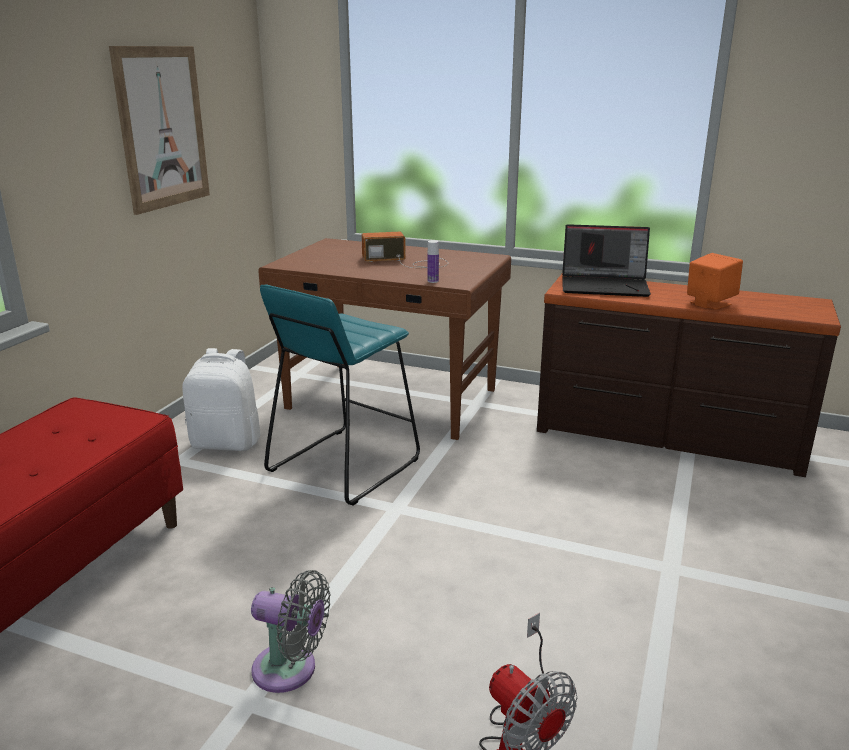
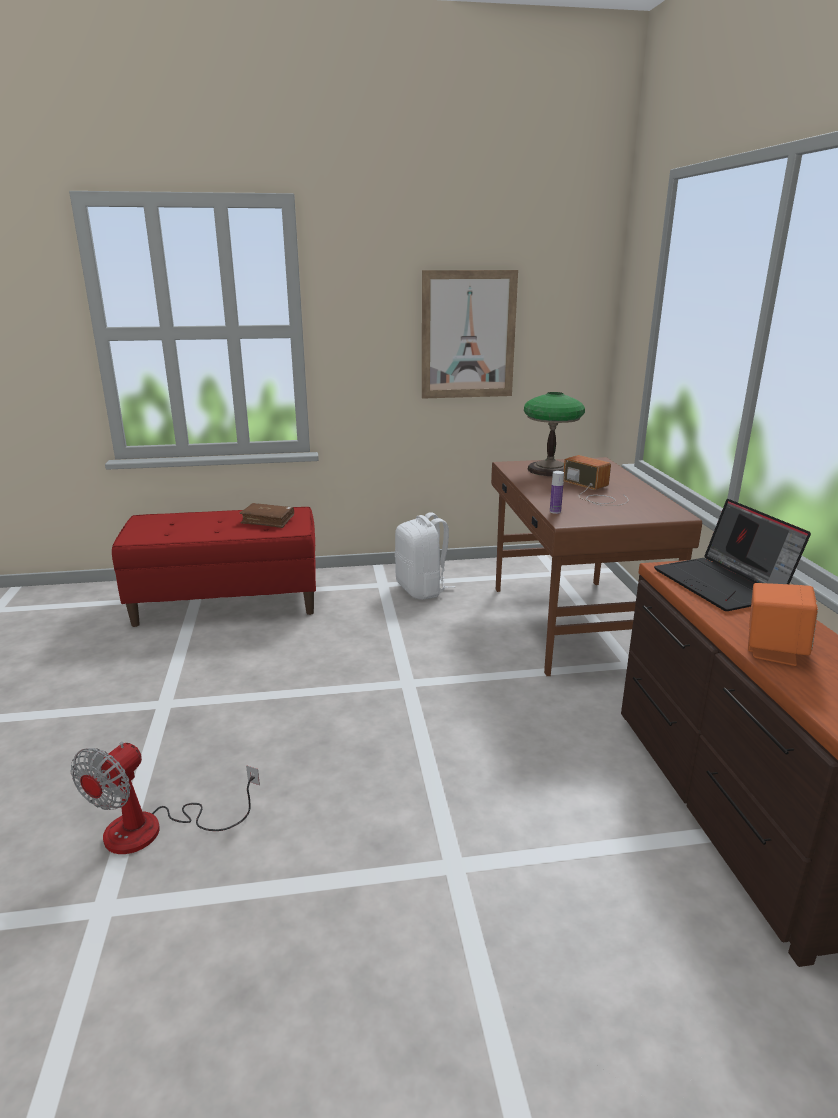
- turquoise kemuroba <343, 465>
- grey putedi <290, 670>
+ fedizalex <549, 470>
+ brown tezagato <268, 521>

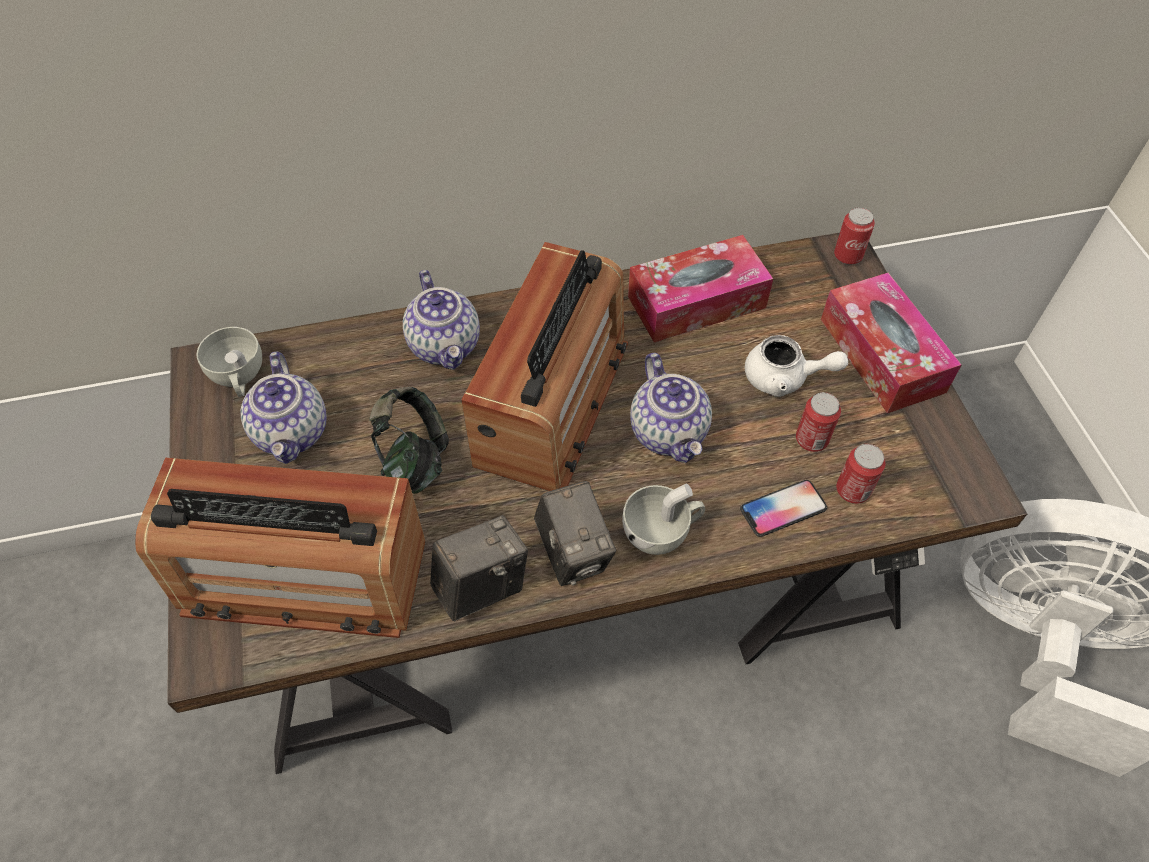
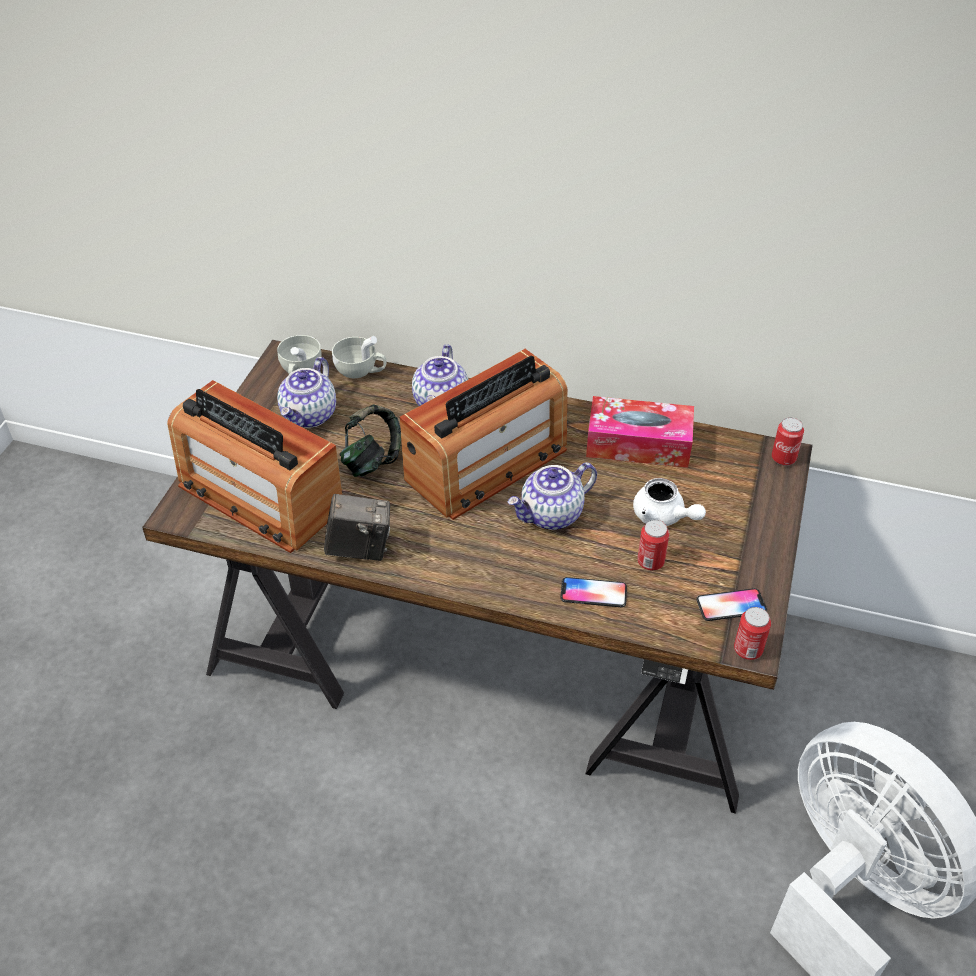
- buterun <881, 355>
~ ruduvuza <669, 432> = <551, 515> 45 degrees clockwise
~ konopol <852, 490> to <748, 650>
- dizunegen <573, 553>
~ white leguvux <662, 532> to <360, 371>
+ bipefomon <731, 606>

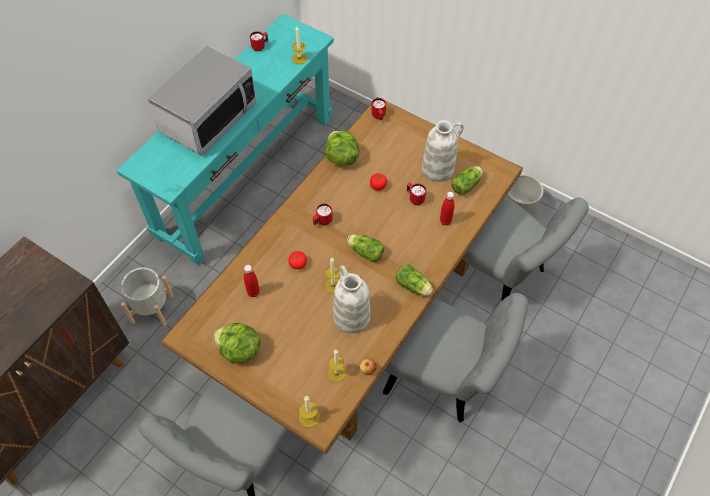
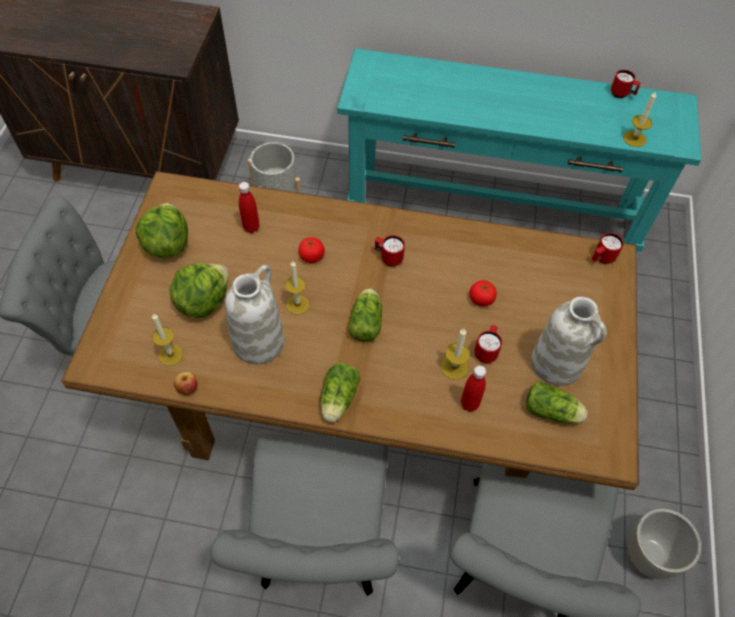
- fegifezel <208, 118>
~ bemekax <341, 158> to <203, 301>
~ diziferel <309, 417> to <454, 367>

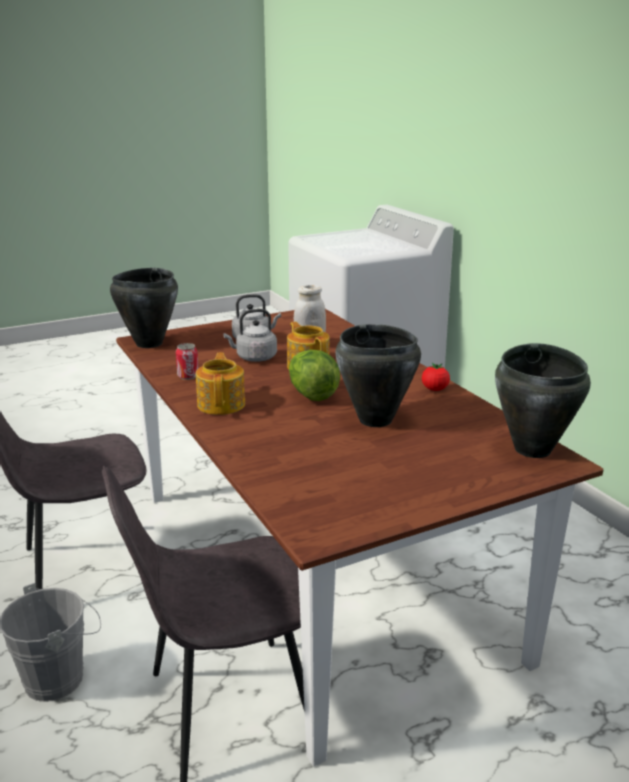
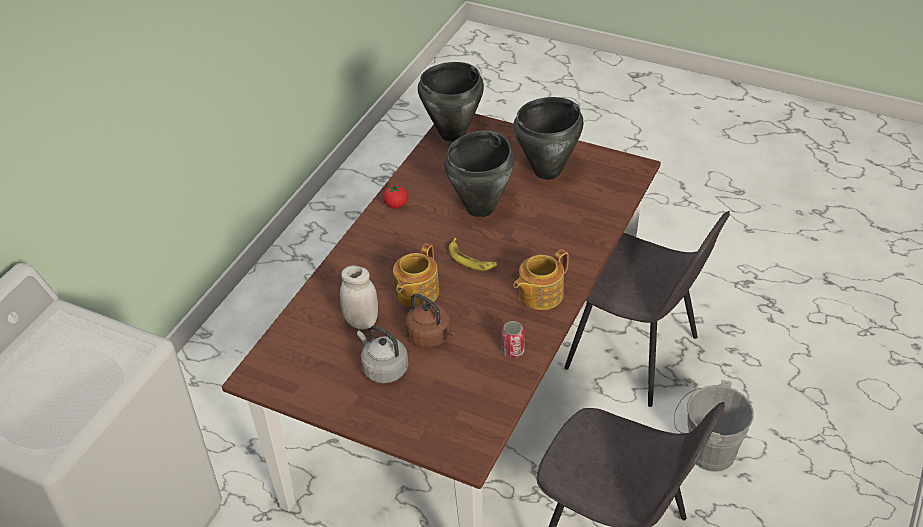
~ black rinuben <148, 343> to <548, 171>
~ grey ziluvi <254, 358> to brown ziluvi <431, 337>
~ bemekax <312, 394> to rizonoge <471, 259>

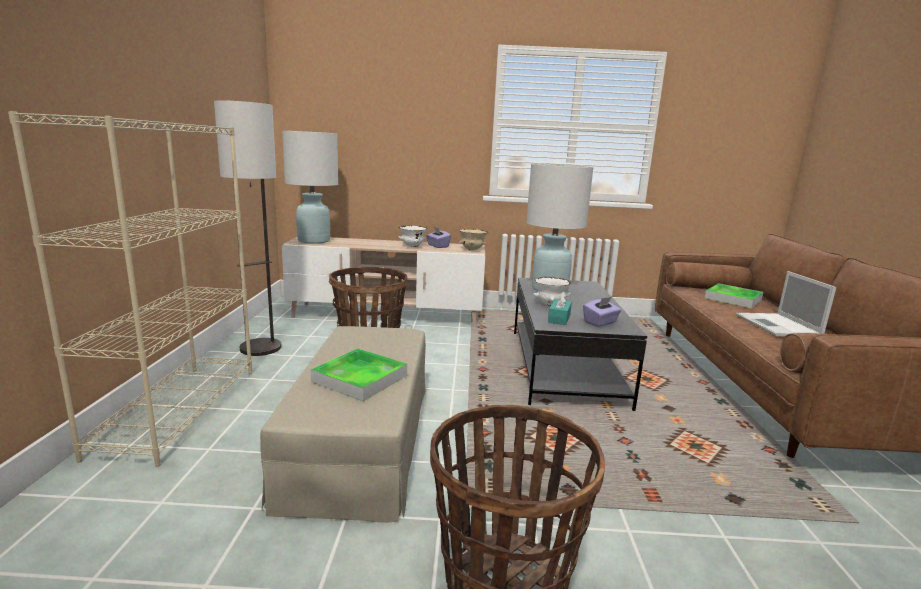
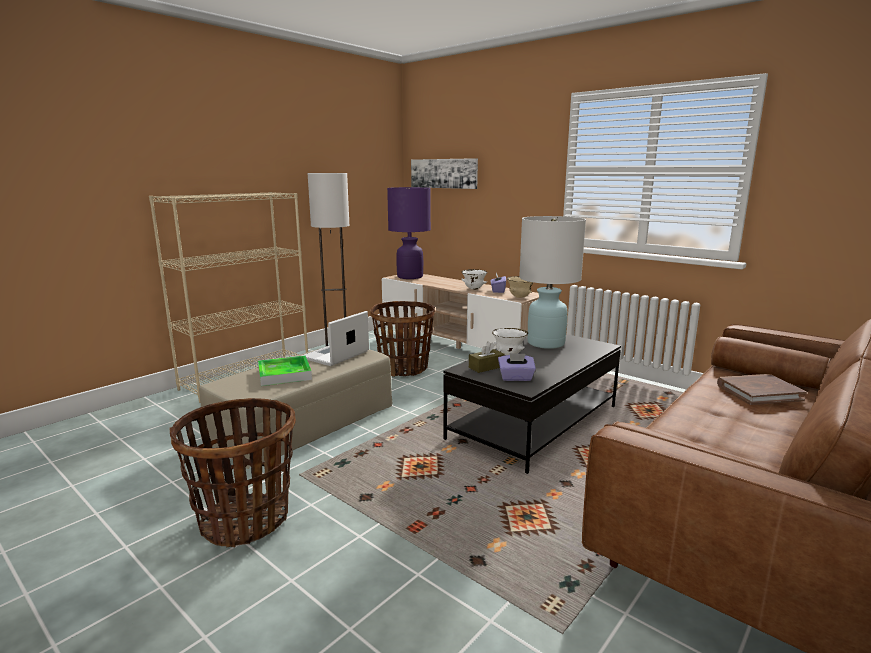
~ white fedizalex <314, 241> to purple fedizalex <410, 277>
~ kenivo <778, 326> to <335, 355>
~ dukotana <733, 299> to brown tezagato <758, 392>
~ turquoise buterun <559, 318> to brown buterun <486, 367>
+ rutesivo <444, 173>

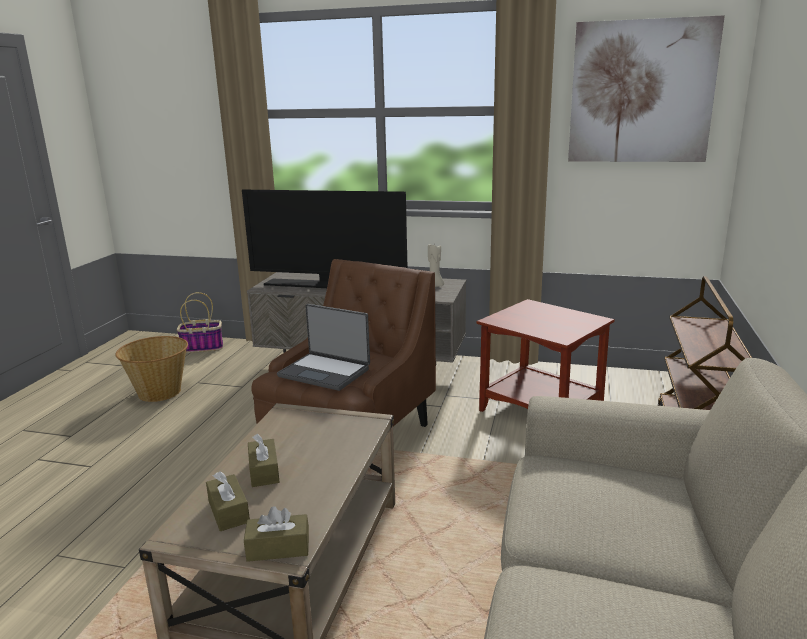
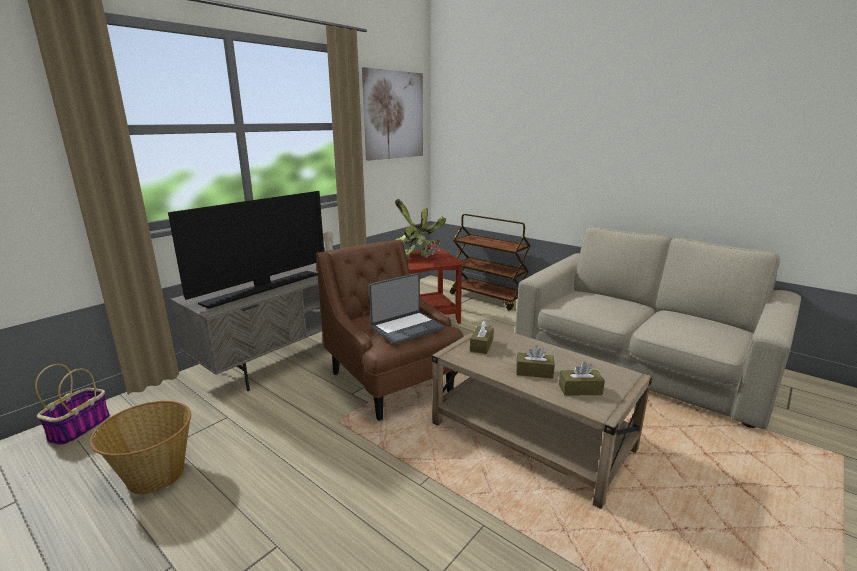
~ brown buterun <278, 548> to <481, 345>
+ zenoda <420, 255>

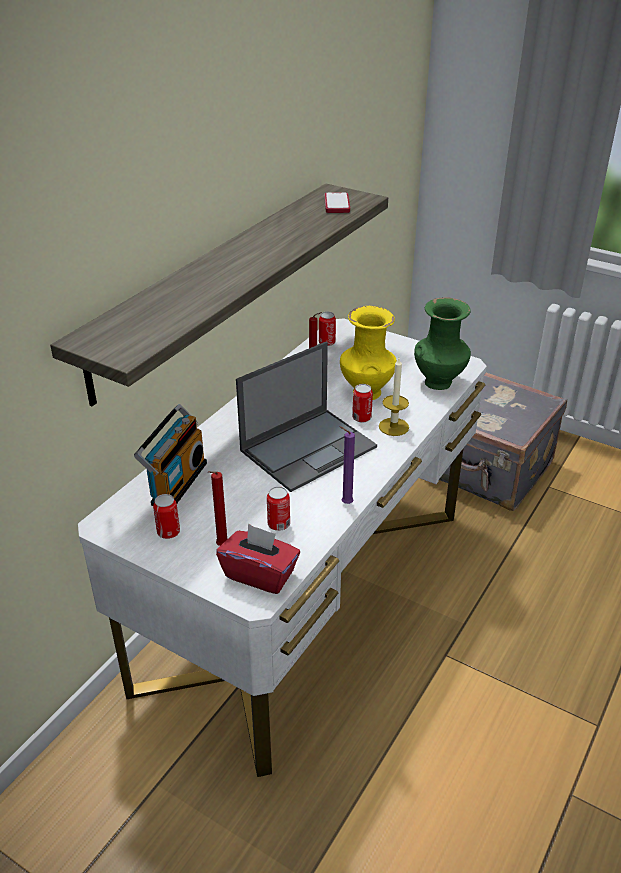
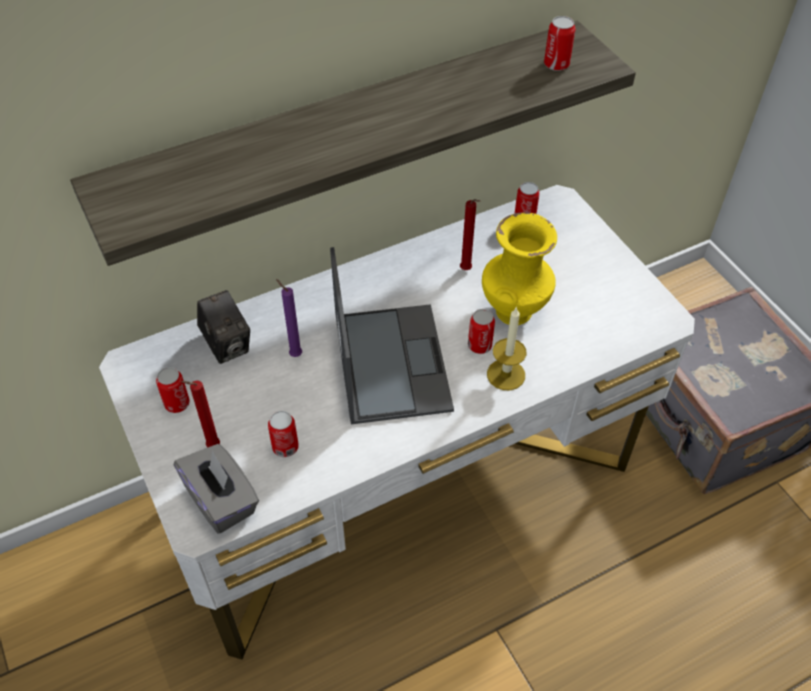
~ bipefomon <337, 204> to konopol <556, 64>
- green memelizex <439, 382>
~ kenivo <309, 448> = <391, 361> 90 degrees counterclockwise
~ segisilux <176, 482> to dizunegen <227, 344>
~ purple diziferel <345, 503> to <294, 354>
~ red buterun <260, 574> to grey buterun <222, 500>

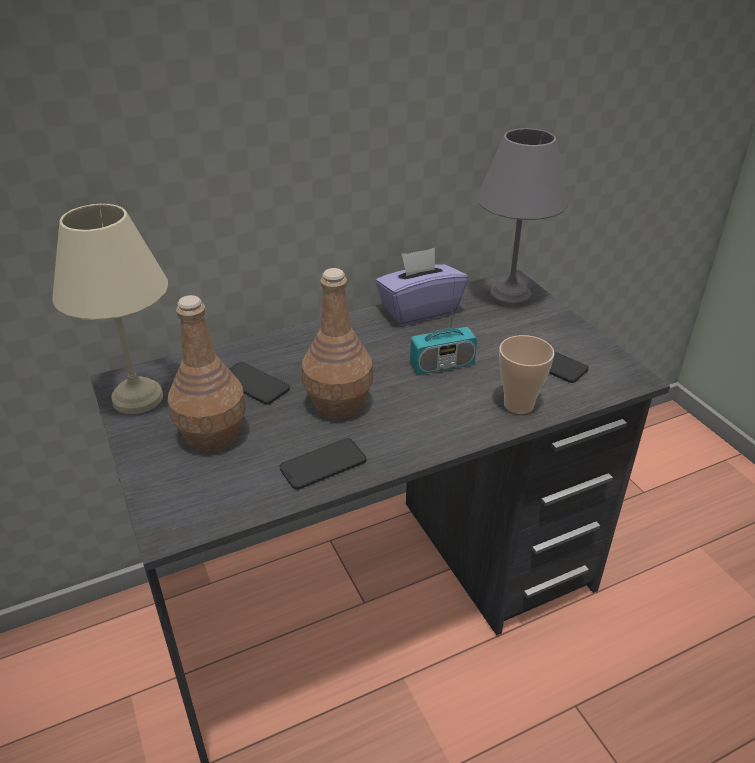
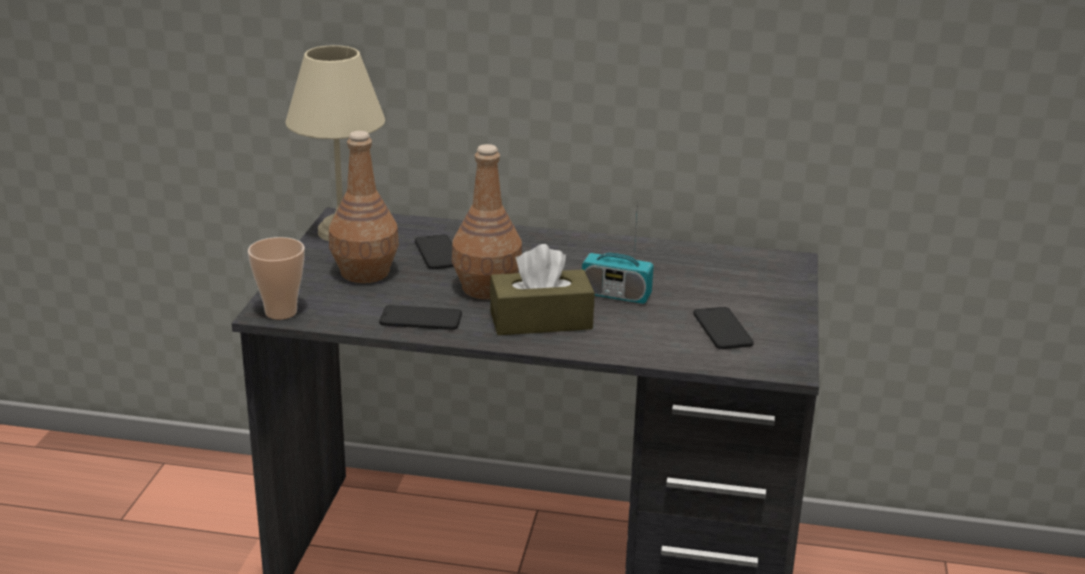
- grey fedizalex <510, 298>
- purple buterun <419, 310>
~ leguvux <518, 405> to <281, 312>
+ brown buterun <541, 320>

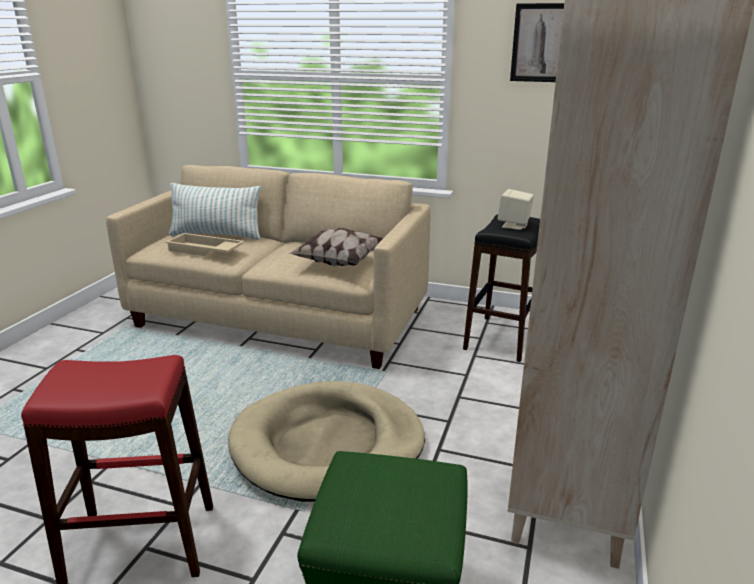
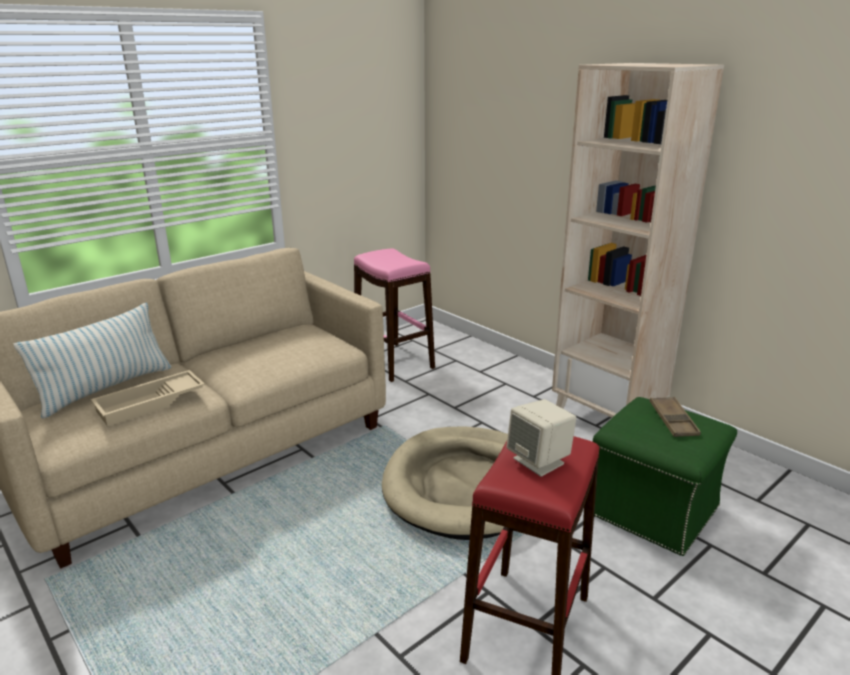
- rutesivo <539, 43>
~ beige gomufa <514, 225> to <539, 461>
~ black kemuroba <502, 338> to pink kemuroba <394, 362>
- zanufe <339, 262>
+ brown dukotana <673, 421>

